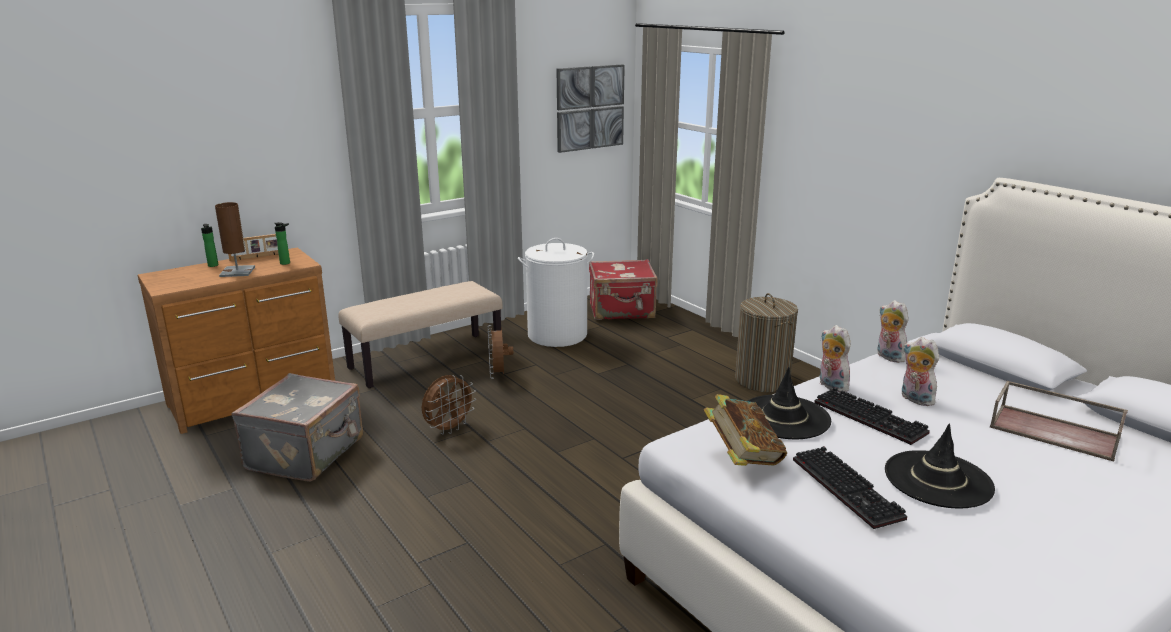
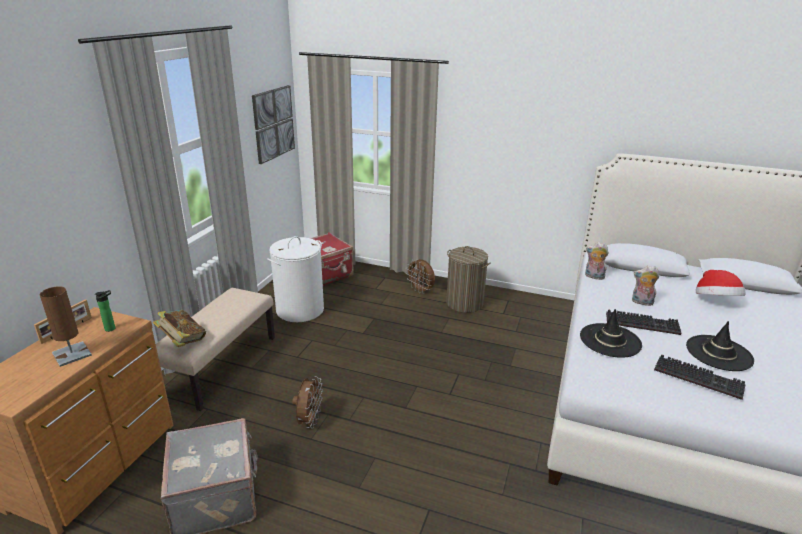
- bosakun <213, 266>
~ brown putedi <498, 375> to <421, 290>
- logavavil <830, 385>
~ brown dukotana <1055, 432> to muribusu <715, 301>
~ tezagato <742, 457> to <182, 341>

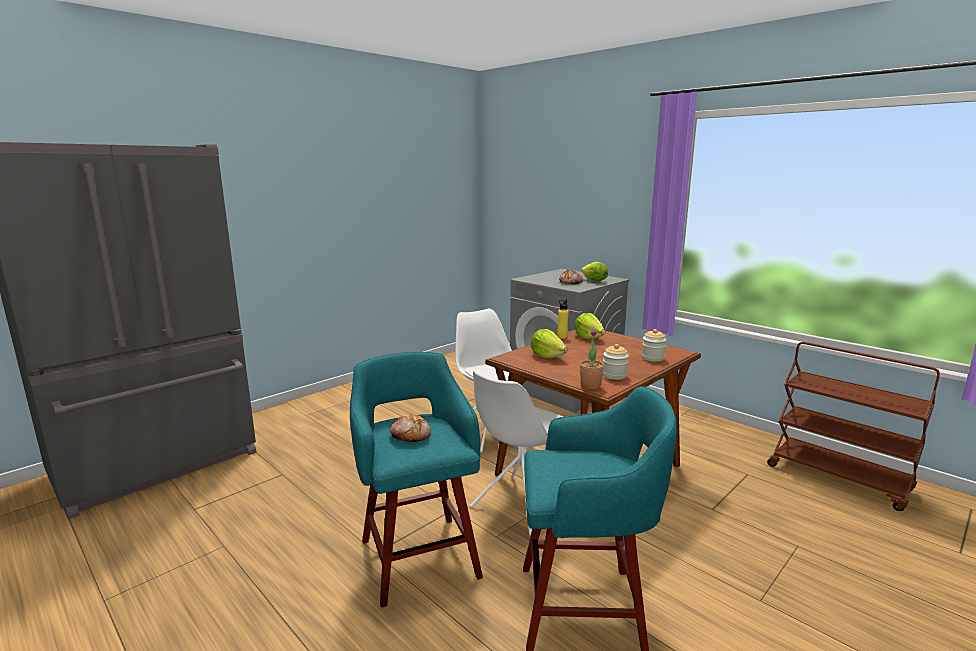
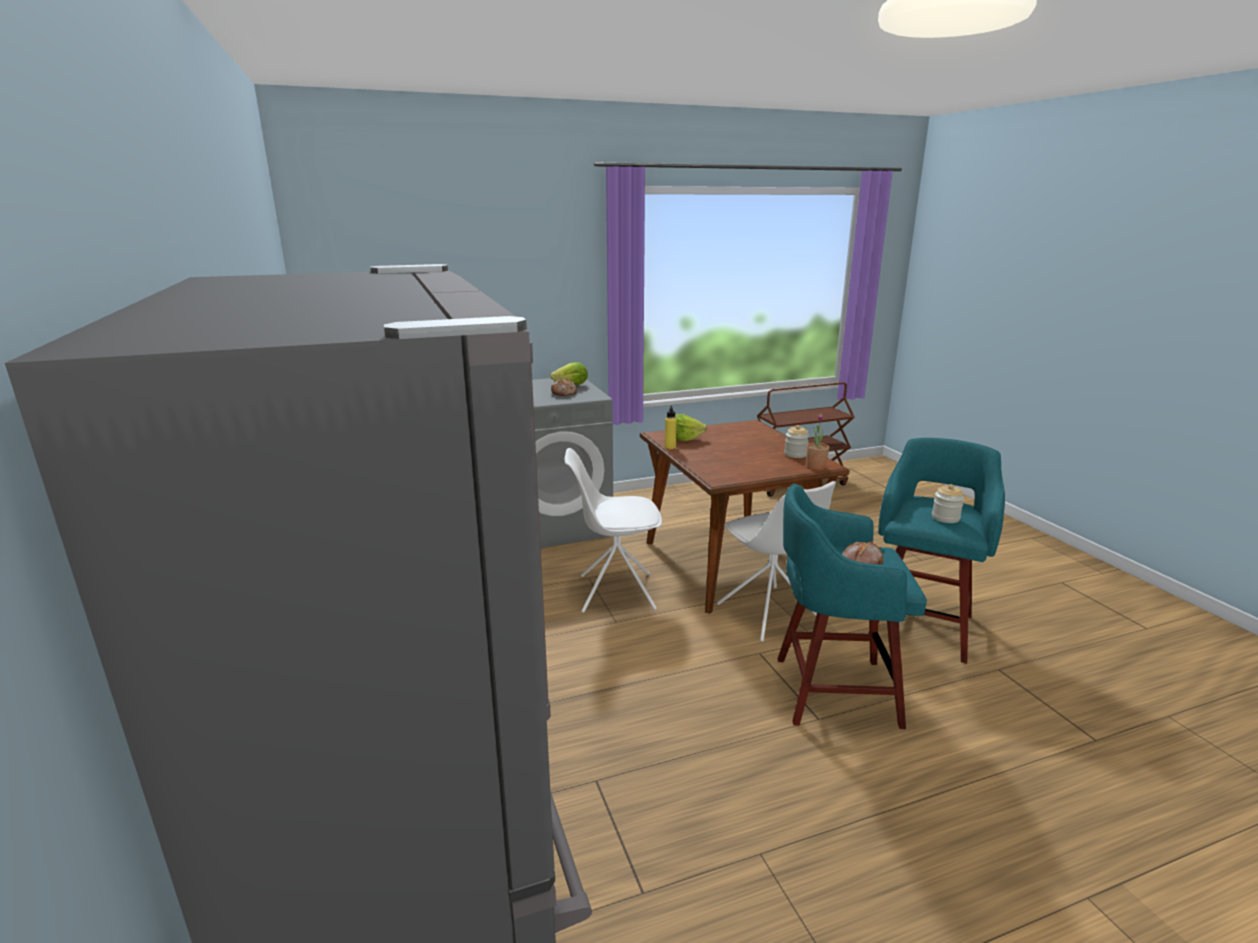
- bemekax <547, 356>
~ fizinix <652, 358> to <945, 518>

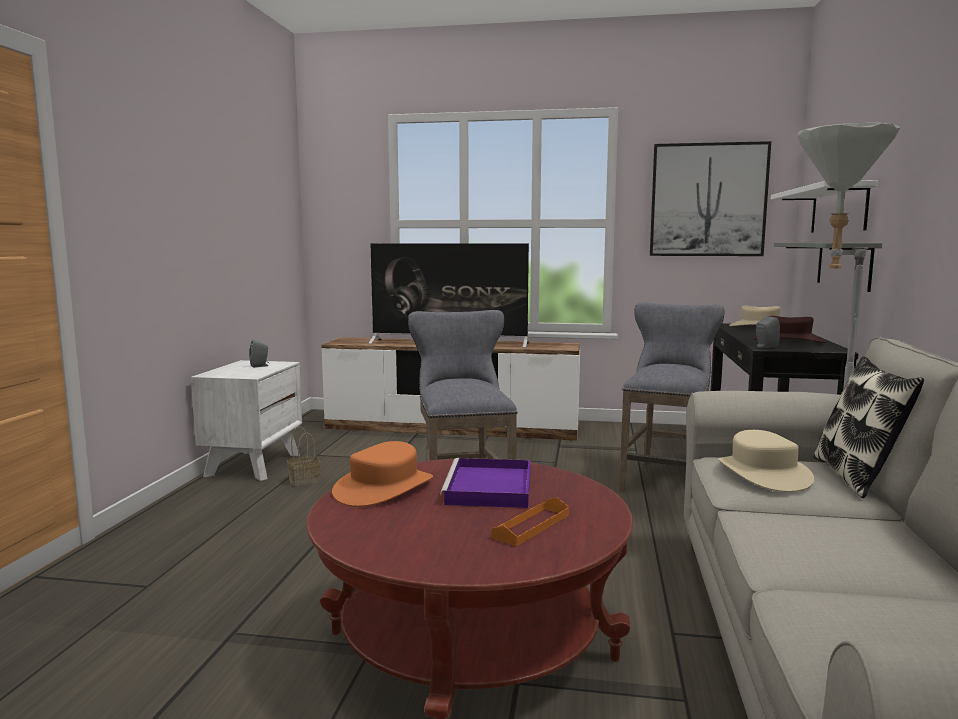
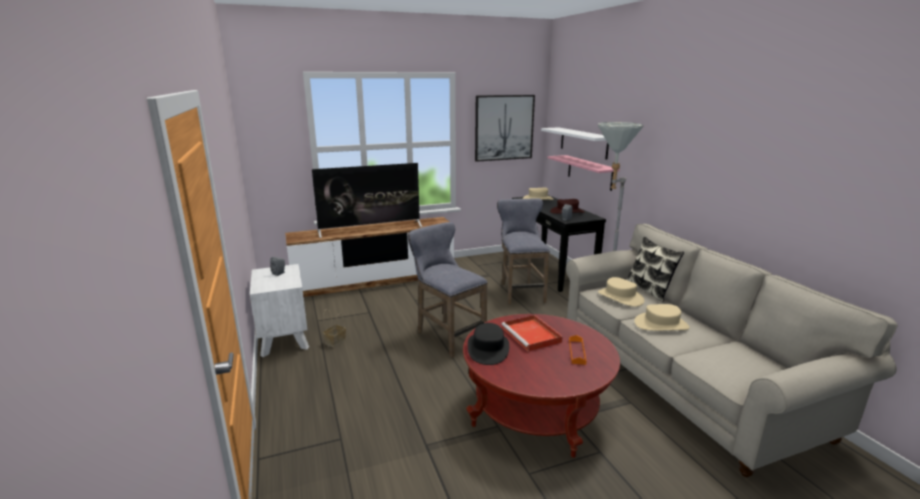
~ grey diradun <843, 264> to pink diradun <589, 172>
~ orange muribusu <384, 488> to black muribusu <488, 349>
~ purple dukotana <490, 488> to red dukotana <532, 335>
+ beige muribusu <661, 324>

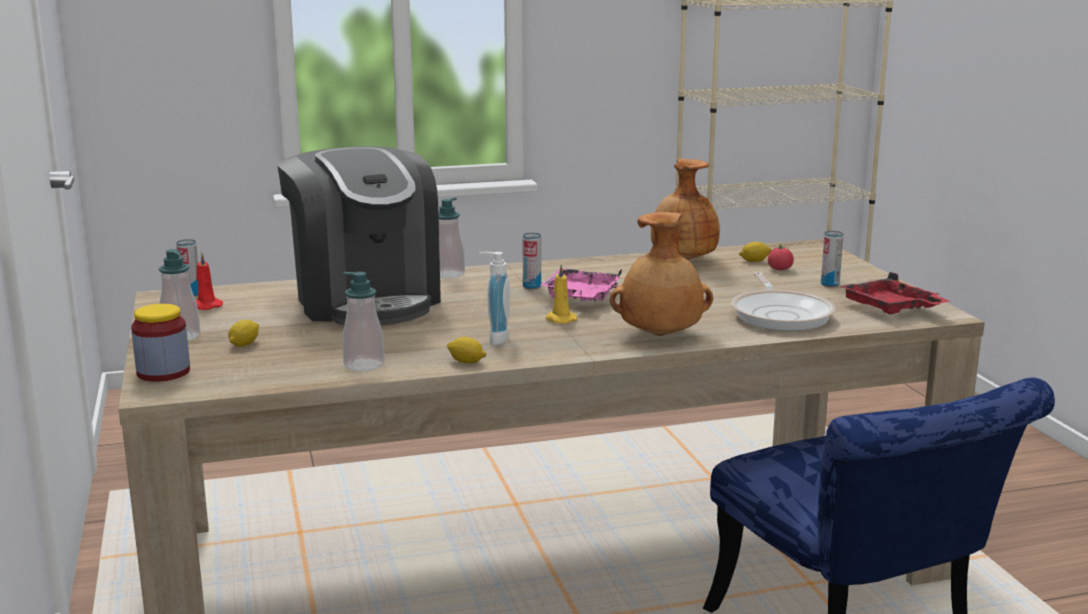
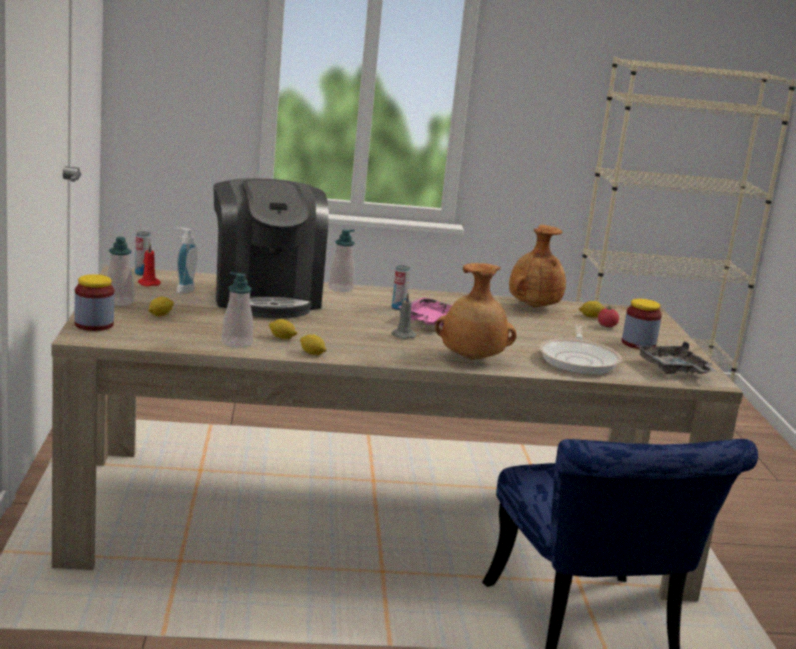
~ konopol <829, 284> to fizinix <638, 344>
~ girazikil <494, 339> to <183, 289>
~ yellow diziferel <559, 319> to grey diziferel <402, 335>
~ red dukotana <891, 308> to grey dukotana <673, 370>
+ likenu <282, 337>

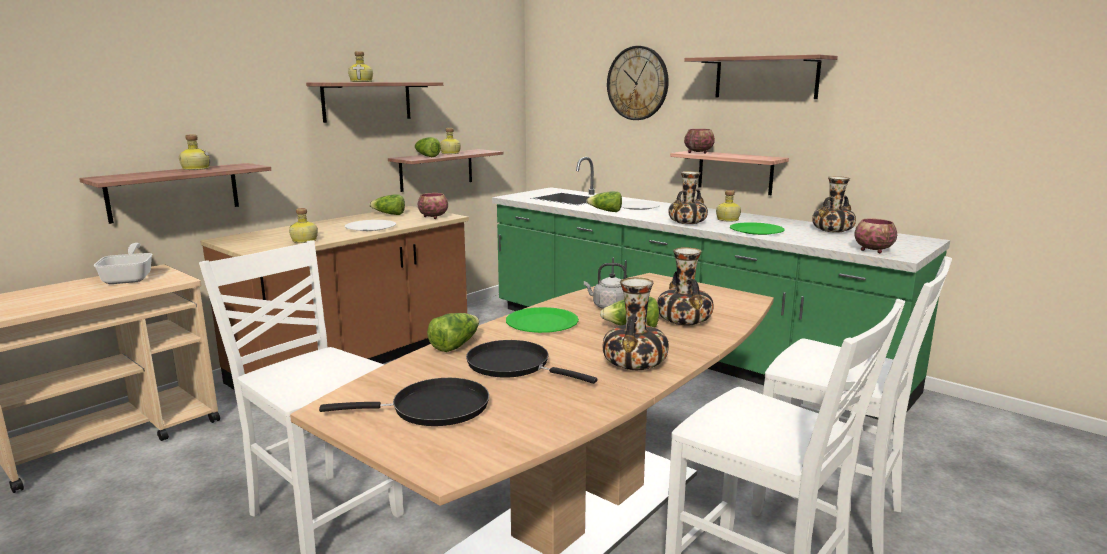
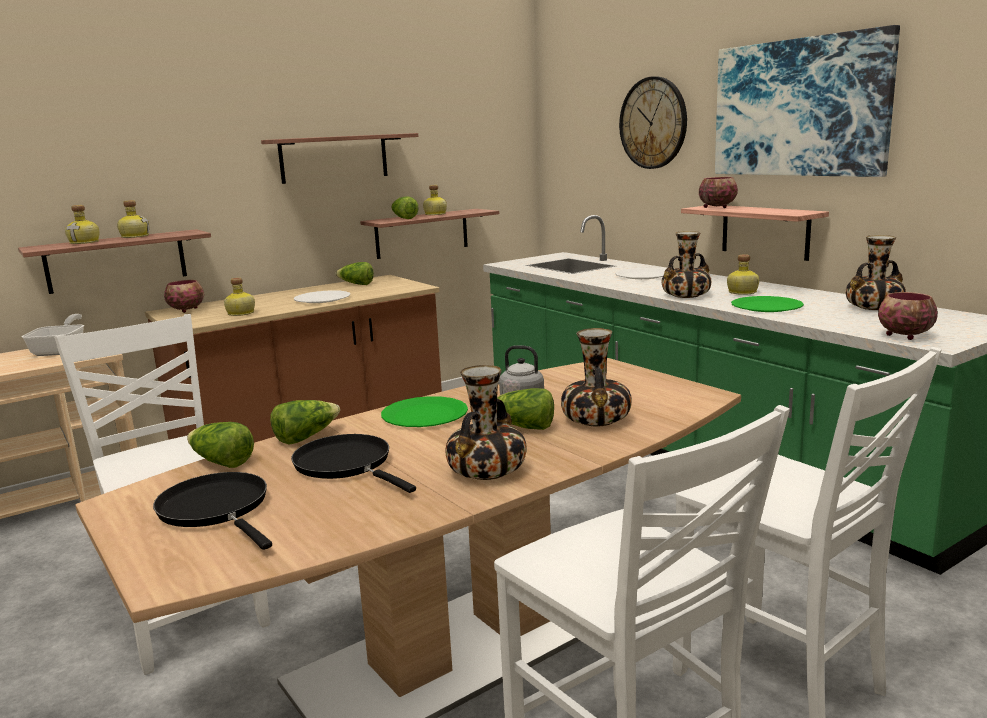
~ bosakun <362, 82> to <85, 242>
~ diradun <765, 78> to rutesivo <799, 108>
~ bemekax <605, 211> to <221, 462>
~ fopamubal <433, 217> to <187, 310>
~ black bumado <433, 408> = <217, 509> 135 degrees counterclockwise

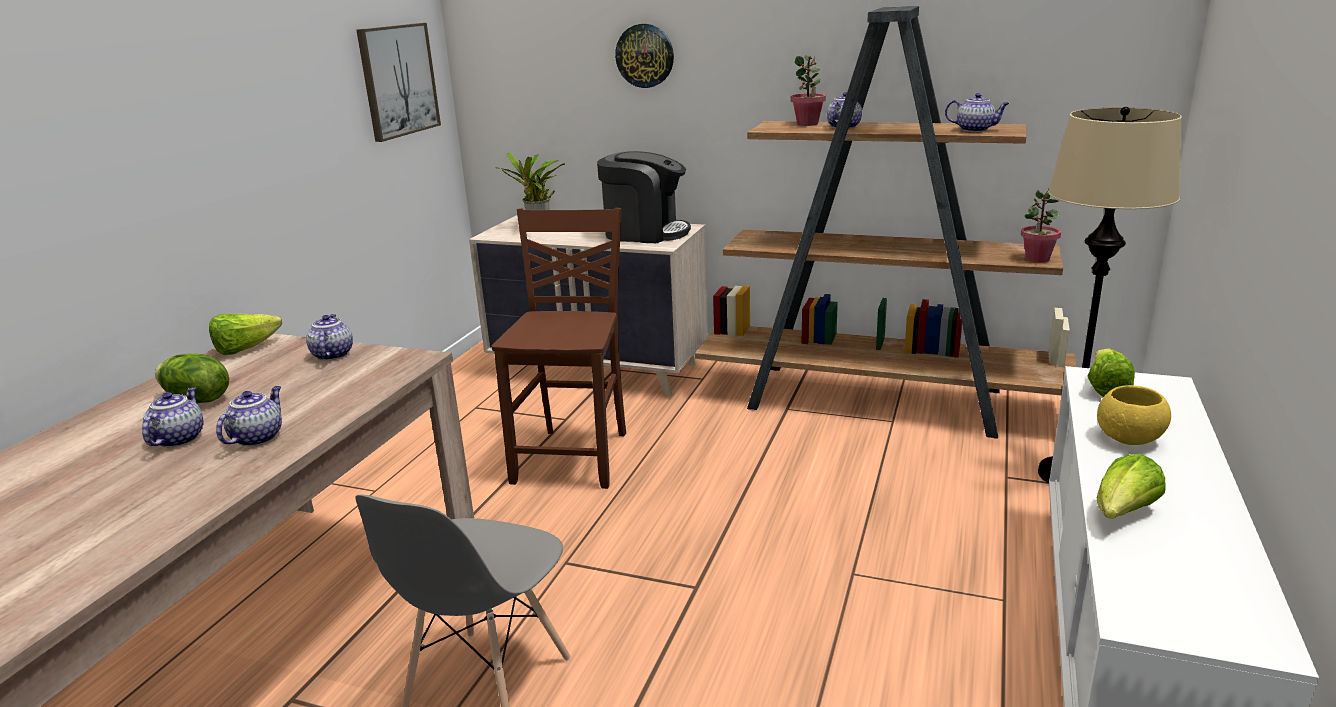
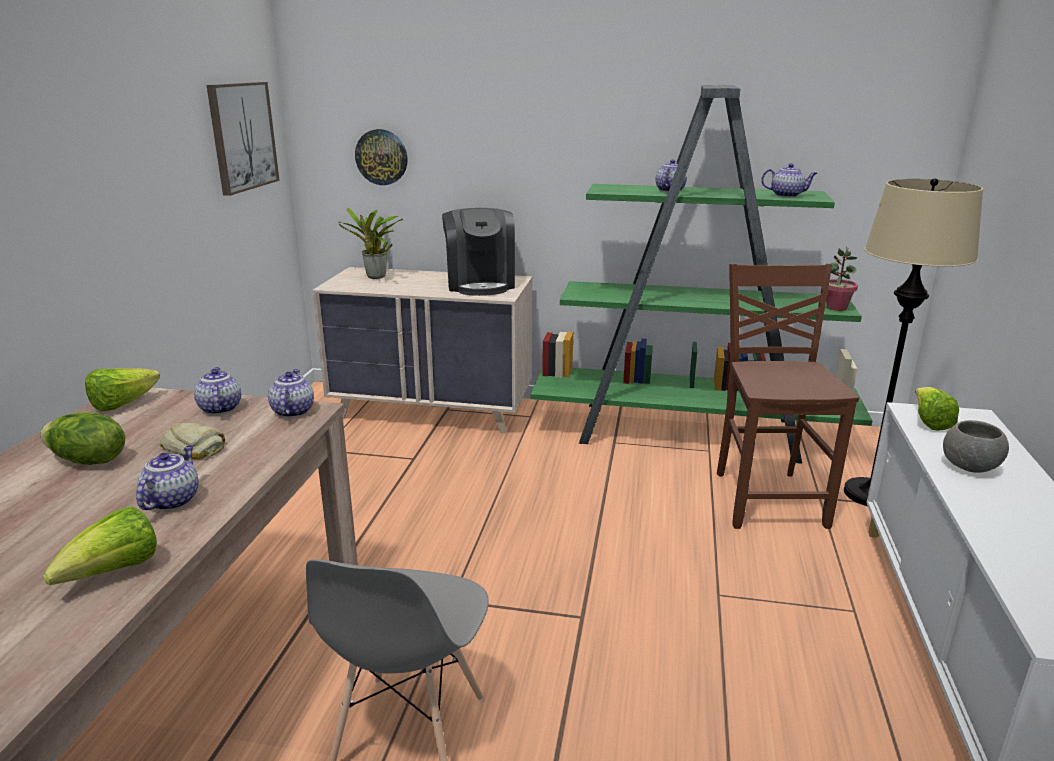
~ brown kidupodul <878, 400> to green kidupodul <691, 432>
~ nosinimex <645, 56> to <381, 157>
- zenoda <807, 124>
~ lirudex <645, 233> = <480, 284> 75 degrees clockwise
~ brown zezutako <575, 456> to <767, 498>
~ yellow fopamubal <1130, 439> to grey fopamubal <970, 467>
~ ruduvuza <179, 438> to <292, 411>
~ bemekax <1123, 513> to <114, 573>
+ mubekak <194, 447>

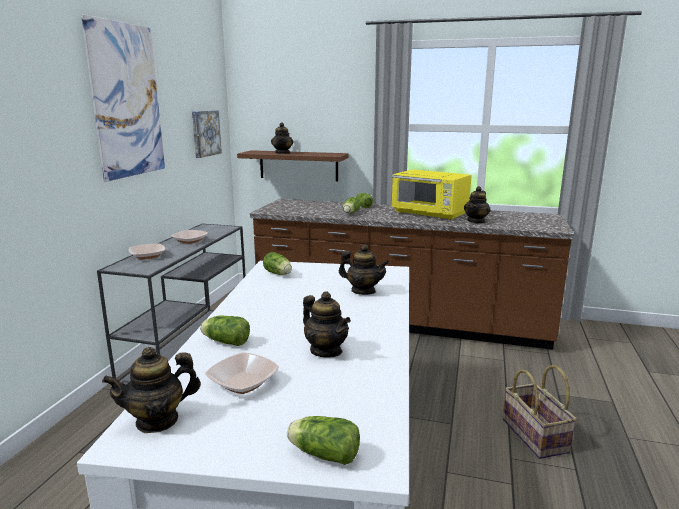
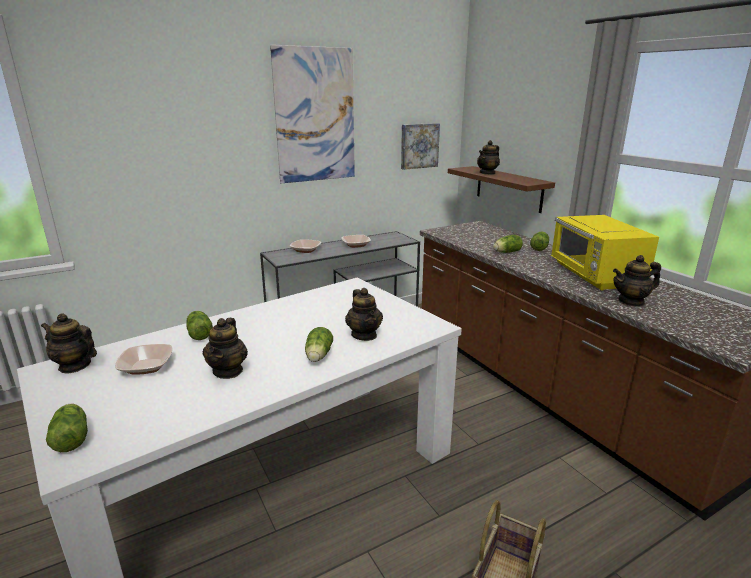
~ bemekax <278, 274> to <318, 356>

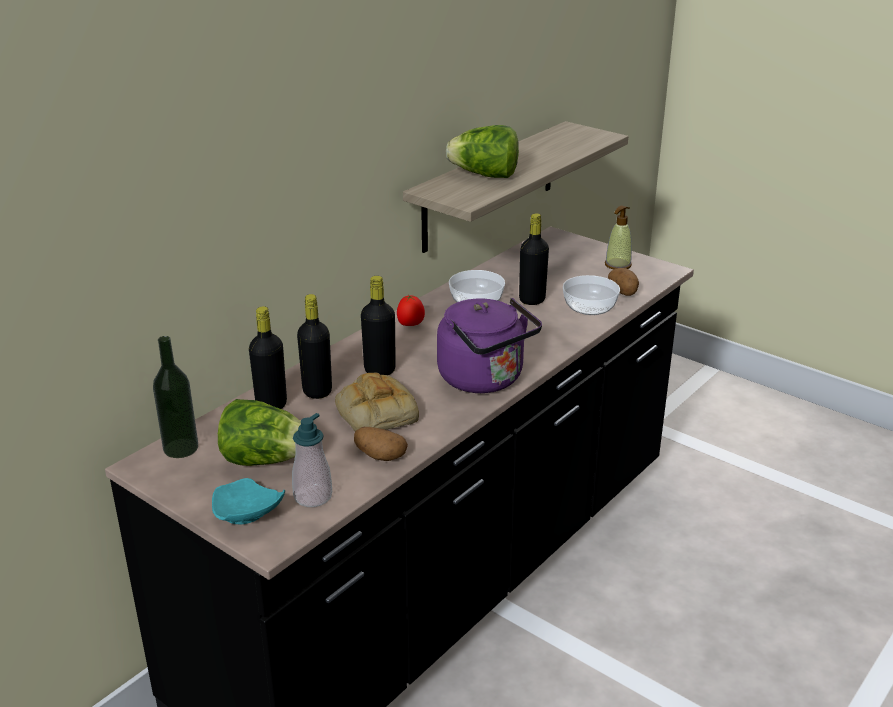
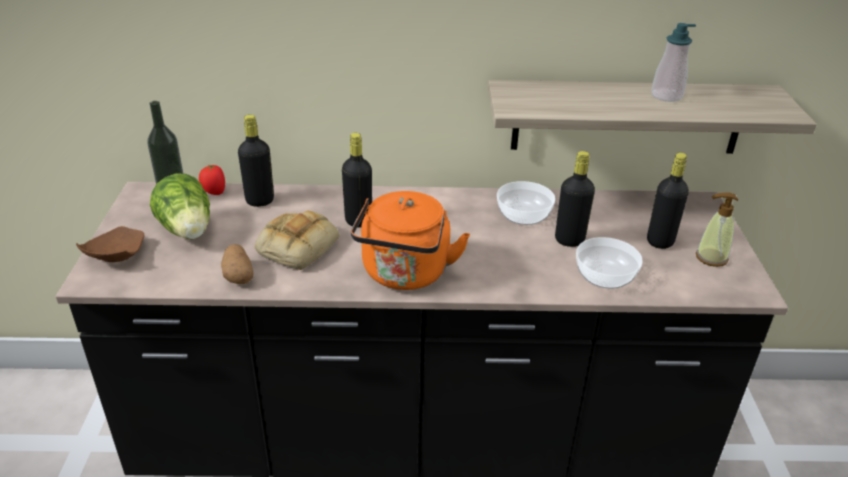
- bemekax <485, 175>
- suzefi <623, 292>
~ black bosakun <317, 391> to <660, 241>
~ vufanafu <410, 325> to <214, 193>
~ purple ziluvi <485, 380> to orange ziluvi <405, 274>
~ girazikil <313, 496> to <666, 96>
~ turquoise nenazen <246, 515> to brown nenazen <114, 255>

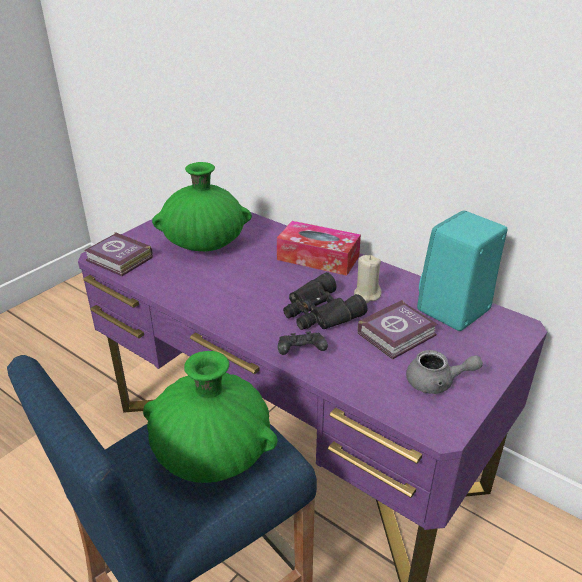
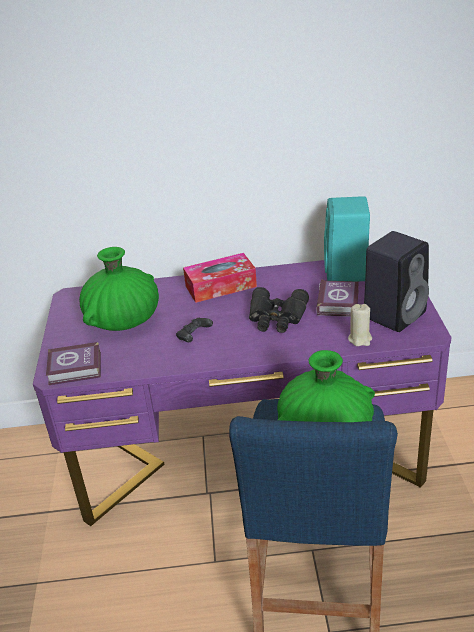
~ beige diziferel <366, 295> to <360, 339>
~ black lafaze <301, 352> to <194, 337>
~ grey ruduvuza <437, 383> to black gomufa <395, 314>

